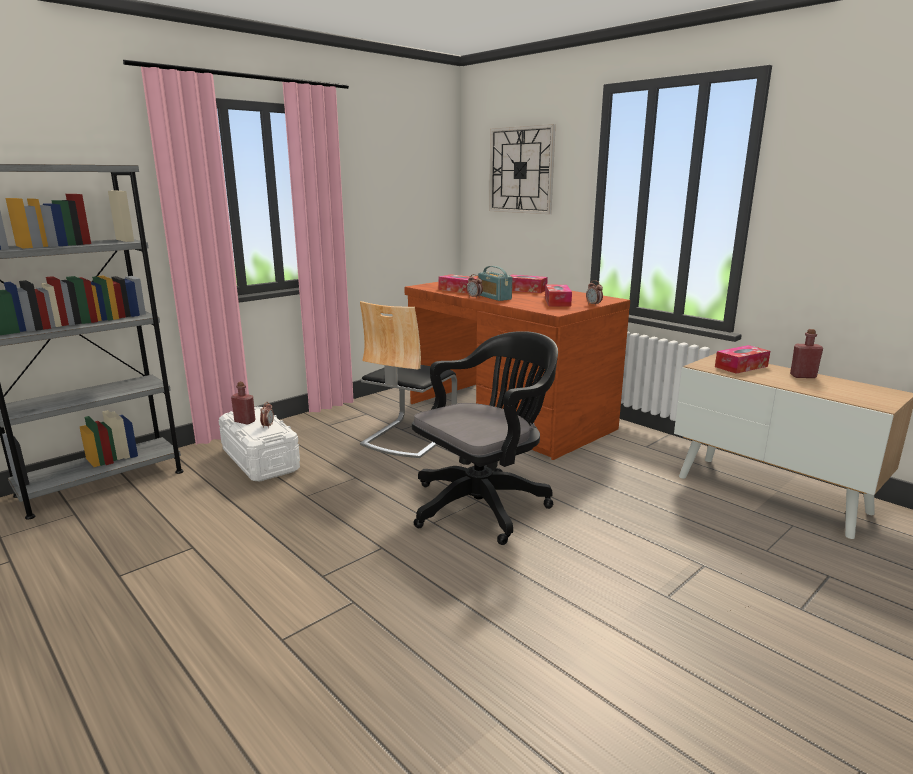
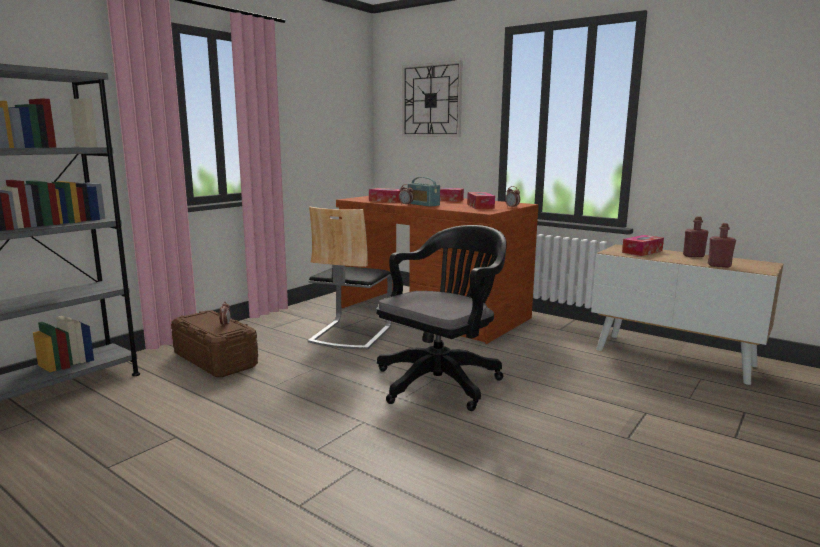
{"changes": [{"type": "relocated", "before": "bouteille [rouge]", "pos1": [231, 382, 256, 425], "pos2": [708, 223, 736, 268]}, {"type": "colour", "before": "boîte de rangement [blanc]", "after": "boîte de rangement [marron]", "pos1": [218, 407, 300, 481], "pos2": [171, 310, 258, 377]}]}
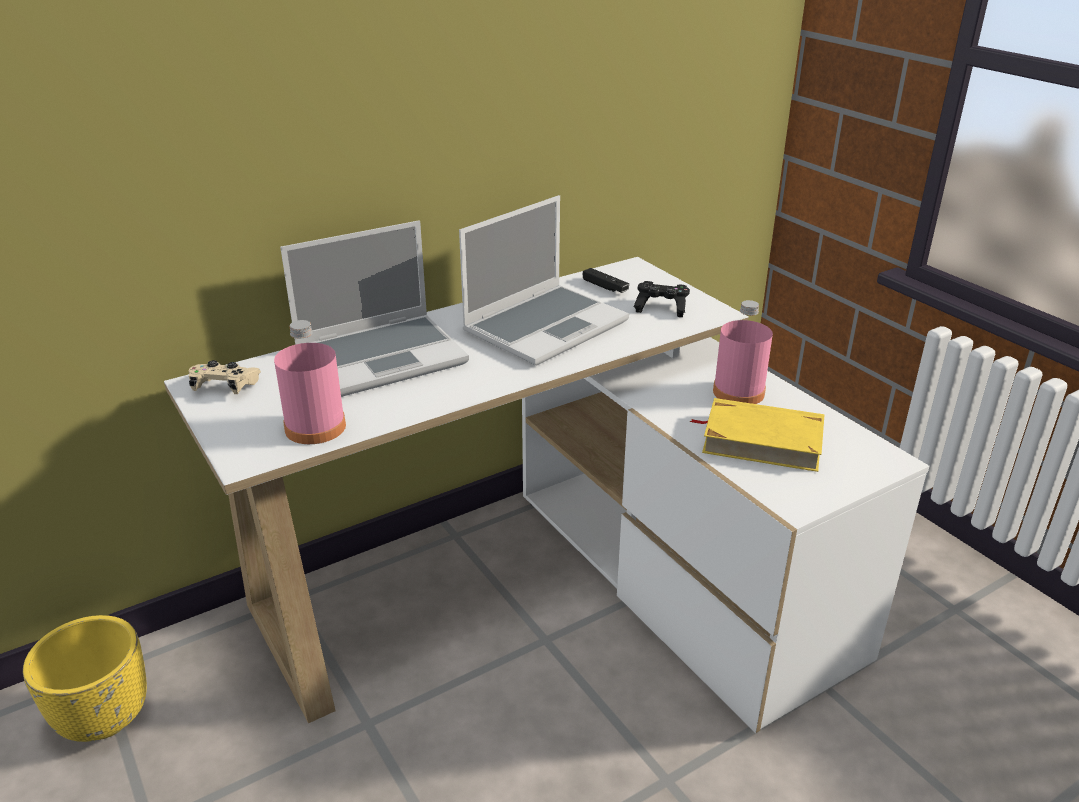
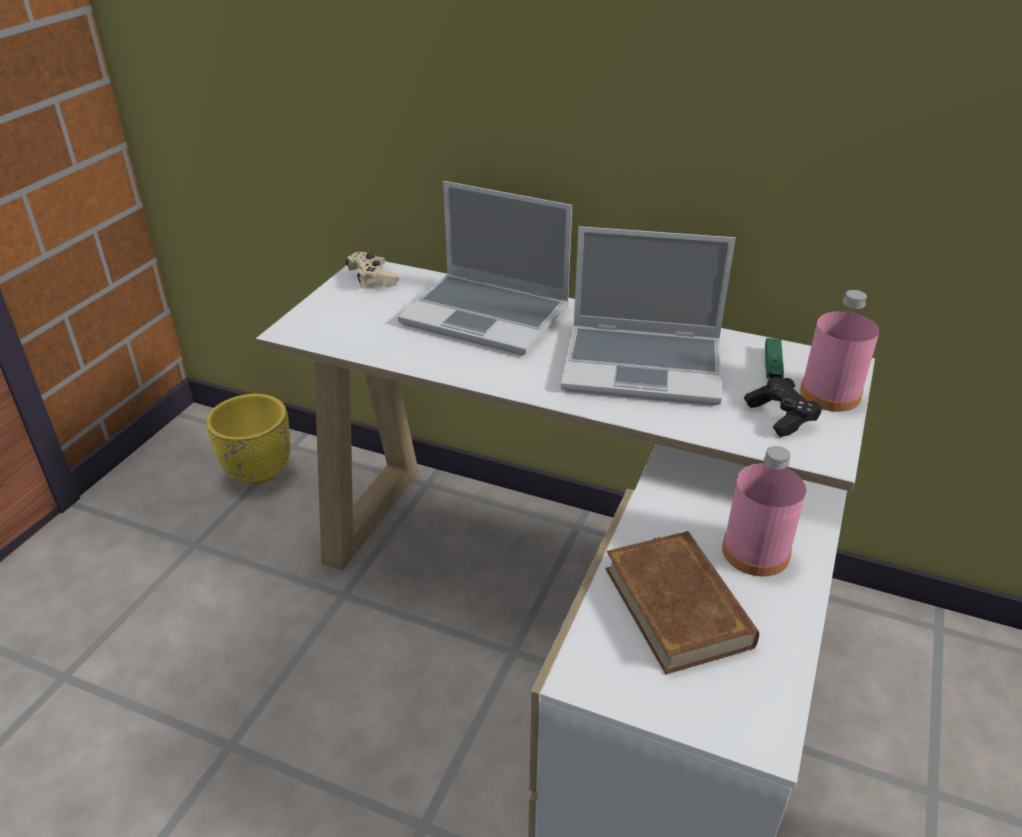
{"changes": [{"type": "relocated", "before": "bouteille [rose]", "pos1": [274, 320, 346, 444], "pos2": [800, 290, 879, 412]}, {"type": "colour", "before": "manette [noir]", "after": "manette [vert]", "pos1": [583, 268, 629, 293], "pos2": [765, 338, 784, 379]}, {"type": "colour", "before": "livre [jaune]", "after": "livre [marron]", "pos1": [690, 398, 824, 472], "pos2": [605, 531, 759, 674]}]}
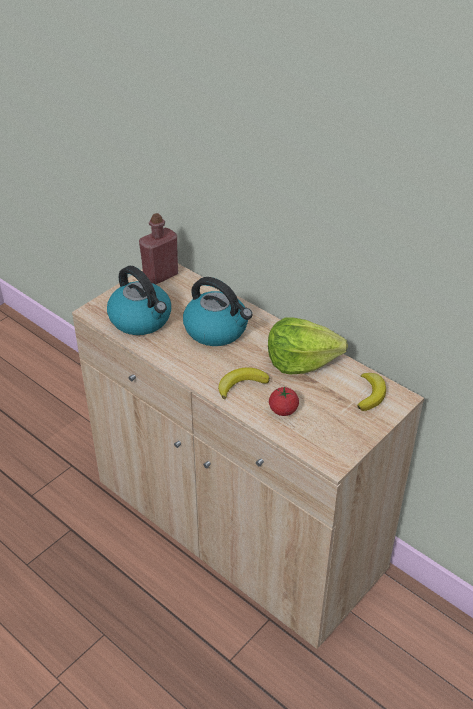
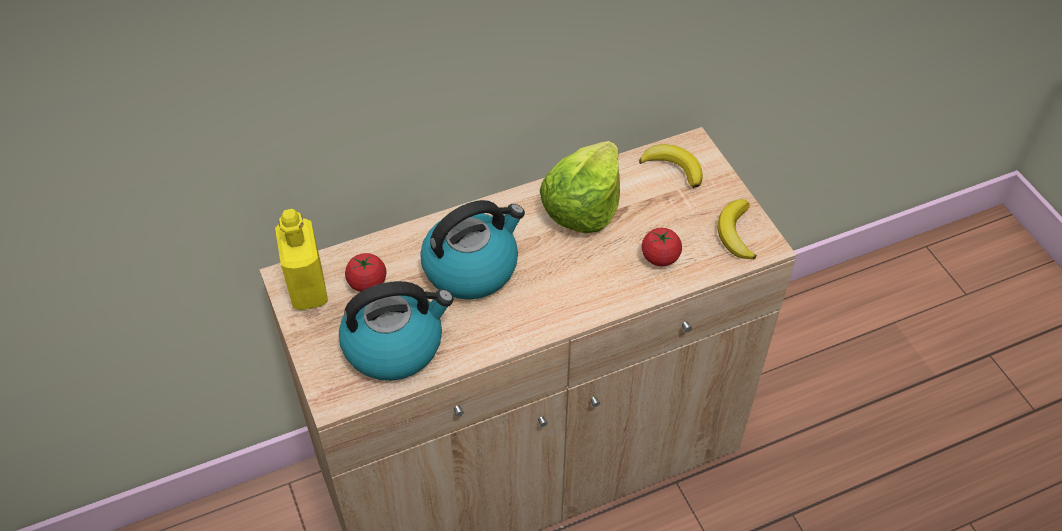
{"changes": [{"type": "appeared", "after": "tomate", "pos2": [345, 253, 387, 292]}, {"type": "relocated", "before": "banane", "pos1": [218, 367, 270, 399], "pos2": [718, 199, 757, 260]}, {"type": "colour", "before": "bouteille [rouge]", "after": "bouteille [jaune]", "pos1": [139, 213, 178, 285], "pos2": [275, 209, 328, 310]}]}
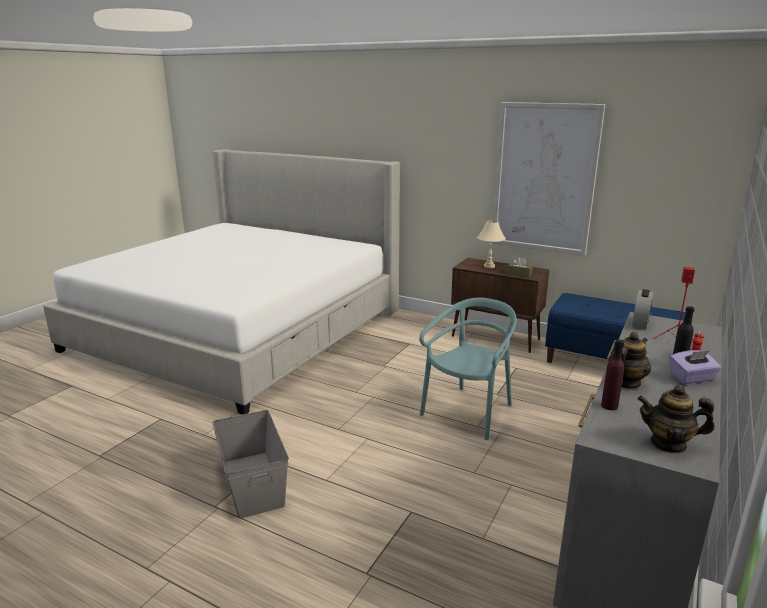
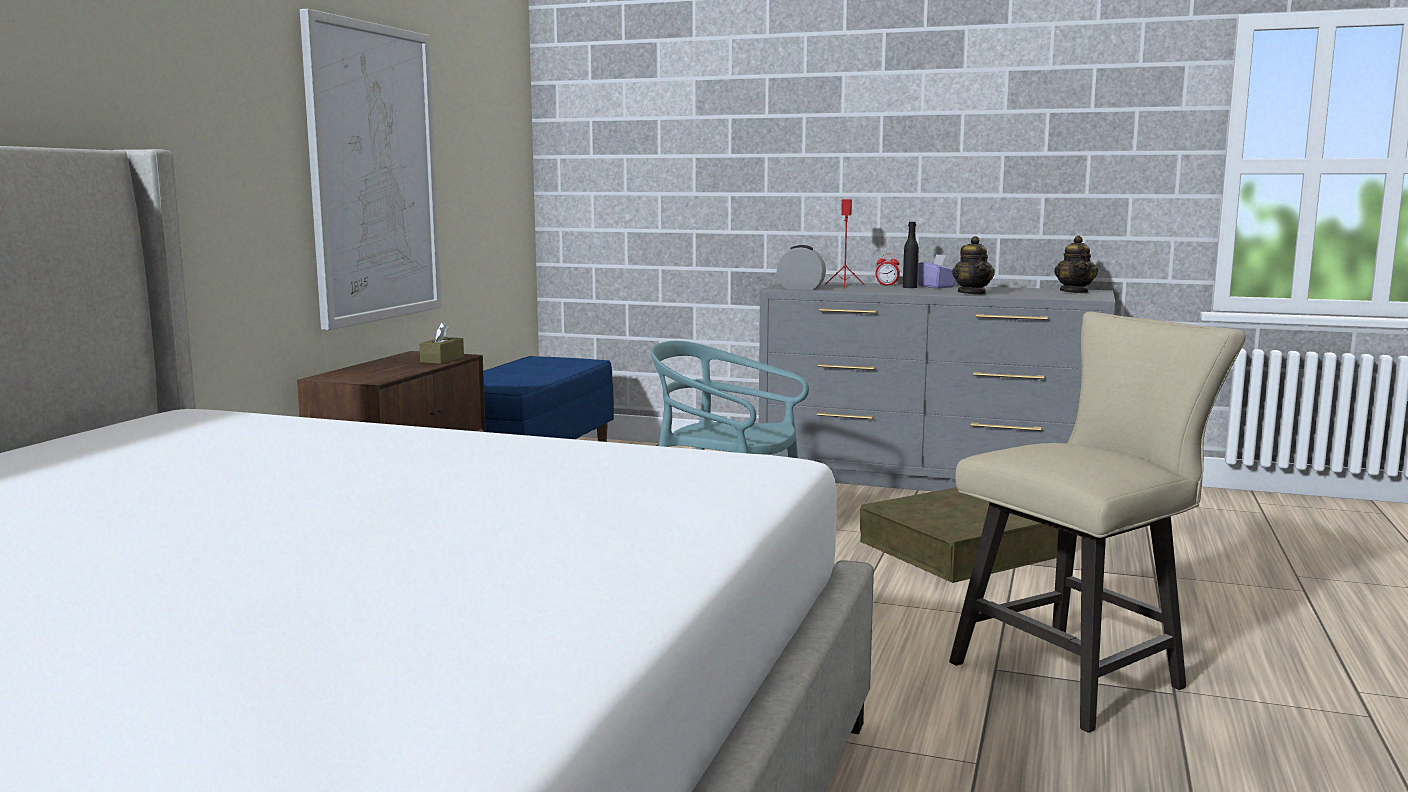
{"changes": [{"type": "missing", "before": "lampe de table [beige]", "pos1": [477, 220, 506, 268]}, {"type": "missing", "before": "bouteille [violet]", "pos1": [601, 339, 624, 410]}, {"type": "appeared", "after": "boîte de rangement [marron]", "pos2": [860, 487, 1058, 583]}, {"type": "exchanged", "before": "boîte de rangement [gris]", "after": "chaise [beige]", "pos1": [212, 410, 289, 519], "pos2": [949, 312, 1246, 733]}, {"type": "spun", "before": "théière", "pos1": [608, 332, 651, 388], "pos2": [952, 236, 995, 295], "turn": -135}]}
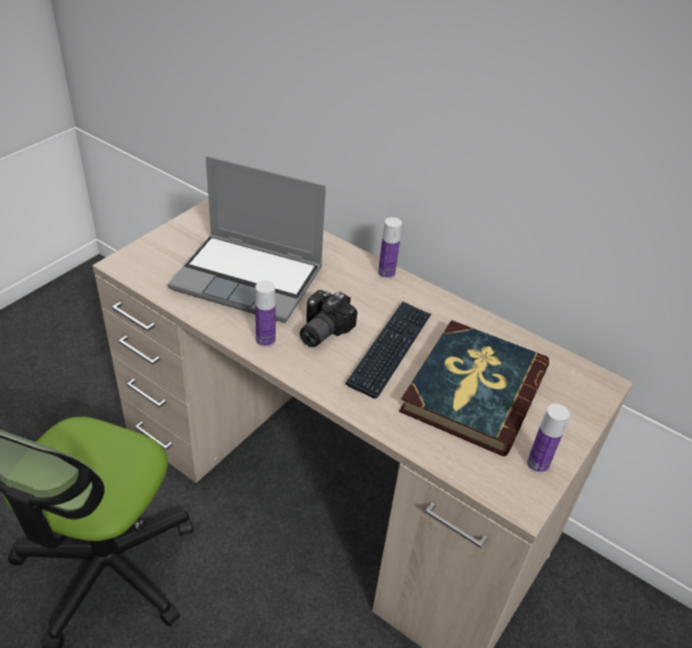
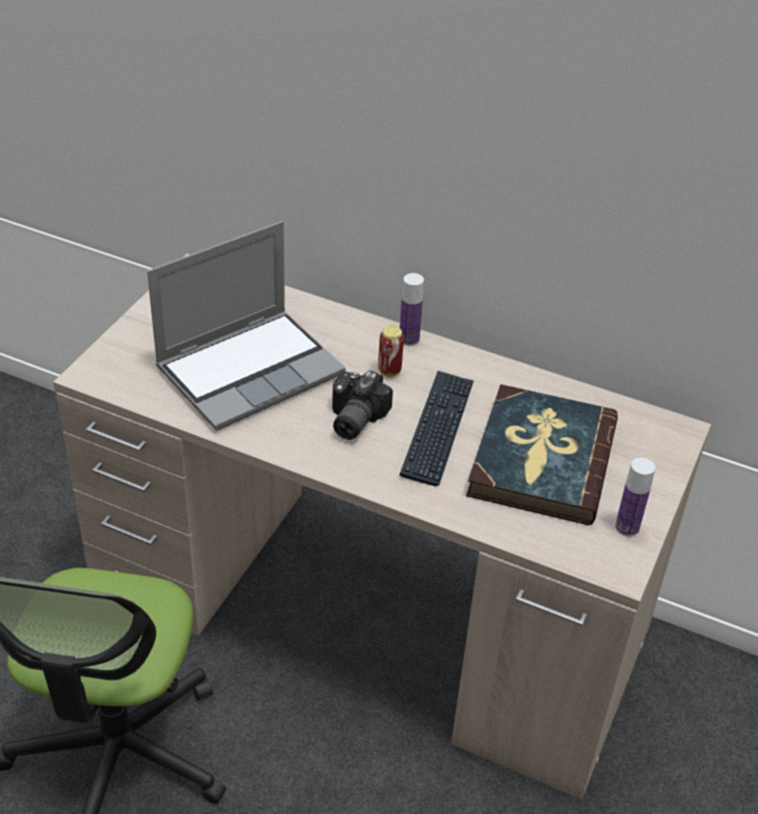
{"changes": [{"type": "missing", "before": "bouteille", "pos1": [255, 281, 276, 347]}, {"type": "appeared", "after": "boîte métallique", "pos2": [378, 325, 404, 377]}, {"type": "spun", "before": "ordinateur portable", "pos1": [168, 156, 326, 323], "pos2": [147, 221, 346, 431], "turn": -45}]}
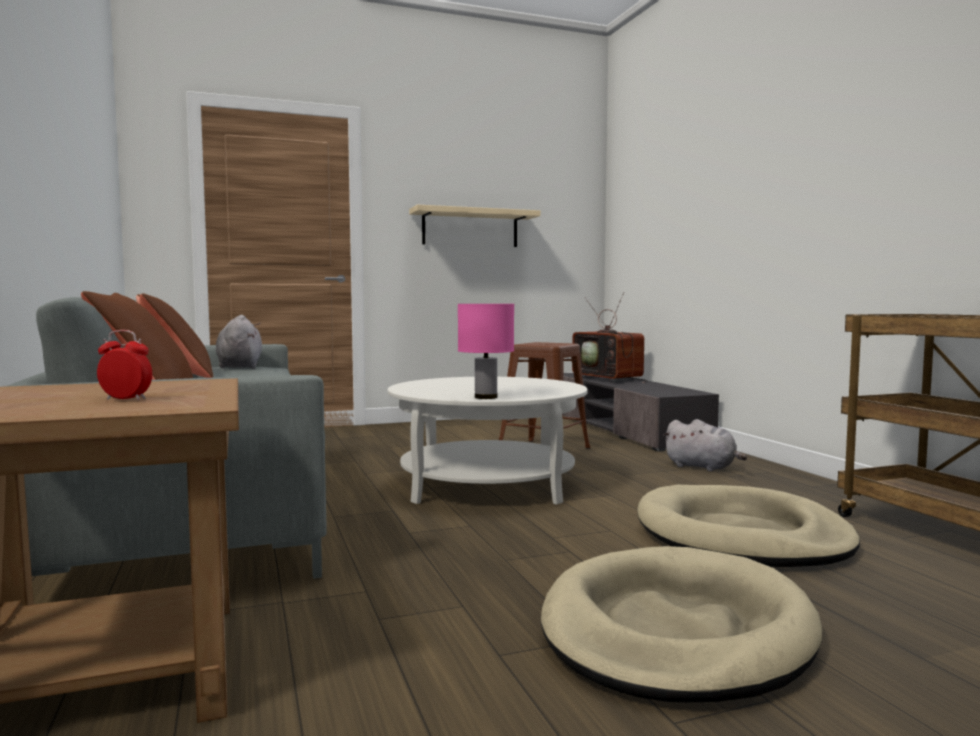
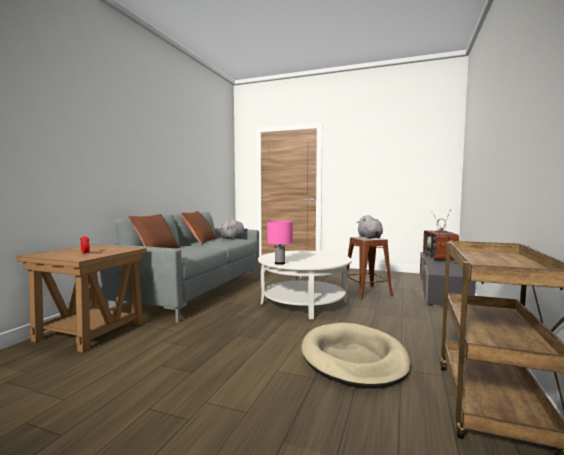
{"changes": [{"type": "missing", "before": "étagère [beige]", "pos1": [409, 205, 541, 247]}, {"type": "missing", "before": "panier pour chien [beige]", "pos1": [541, 546, 822, 702]}, {"type": "relocated", "before": "peluche [gris]", "pos1": [663, 419, 747, 472], "pos2": [357, 215, 383, 239]}]}
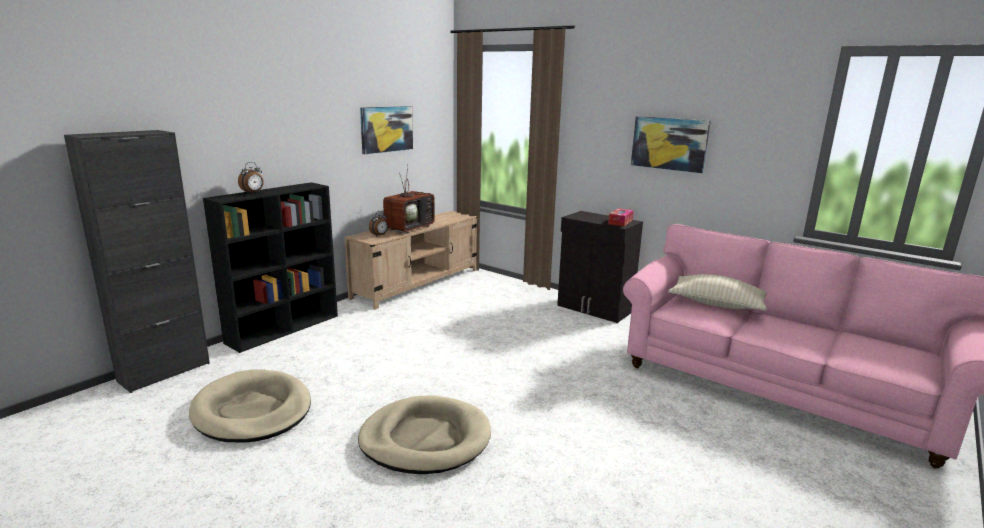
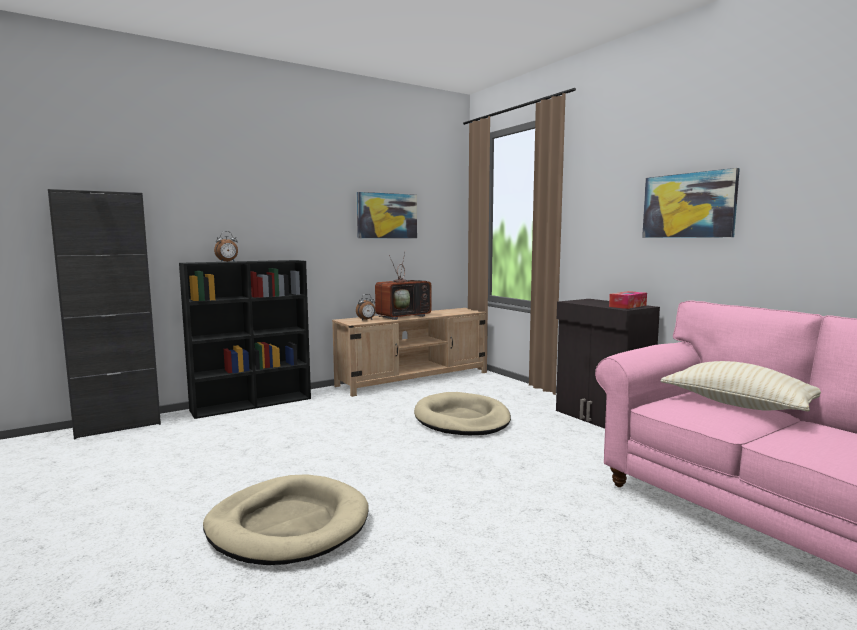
{"changes": [{"type": "relocated", "before": "panier pour chien [beige]", "pos1": [189, 370, 311, 443], "pos2": [414, 392, 511, 435]}]}
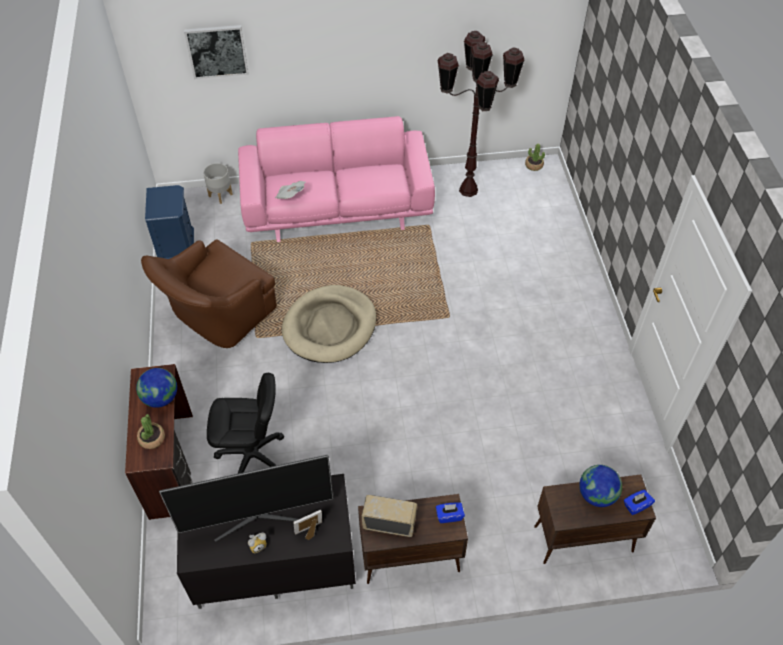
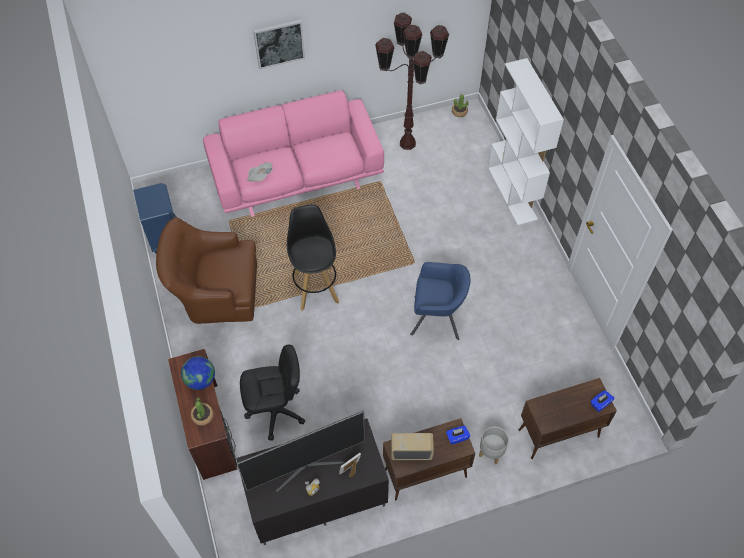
{"changes": [{"type": "missing", "before": "globe", "pos1": [579, 465, 622, 507]}, {"type": "appeared", "after": "fauteuil [bleu]", "pos2": [410, 262, 470, 340]}, {"type": "appeared", "after": "bibliothèque [blanc]", "pos2": [488, 58, 564, 226]}, {"type": "relocated", "before": "tableau", "pos1": [184, 25, 249, 79], "pos2": [253, 20, 305, 69]}, {"type": "relocated", "before": "cache-pot [gris]", "pos1": [203, 163, 233, 204], "pos2": [479, 427, 509, 465]}, {"type": "exchanged", "before": "panier pour chien [beige]", "after": "tabouret [noir]", "pos1": [282, 285, 377, 363], "pos2": [287, 204, 339, 311]}, {"type": "spun", "before": "fauteuil [marron]", "pos1": [141, 239, 277, 348], "pos2": [156, 217, 257, 324], "turn": 60}]}
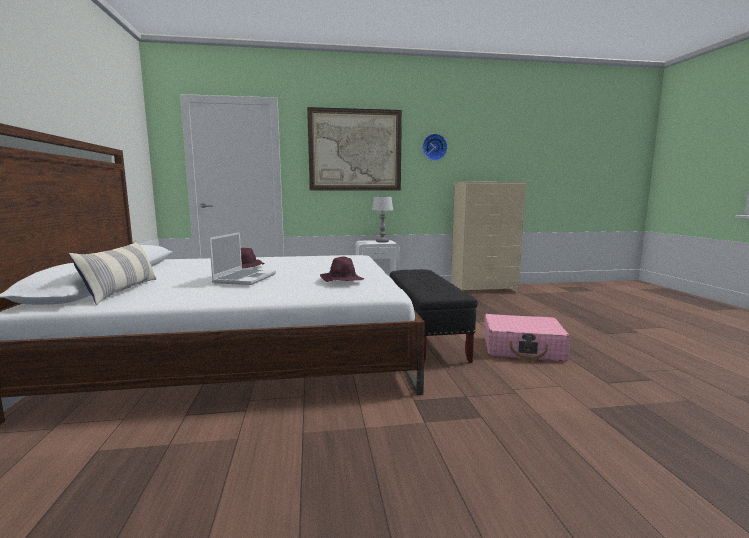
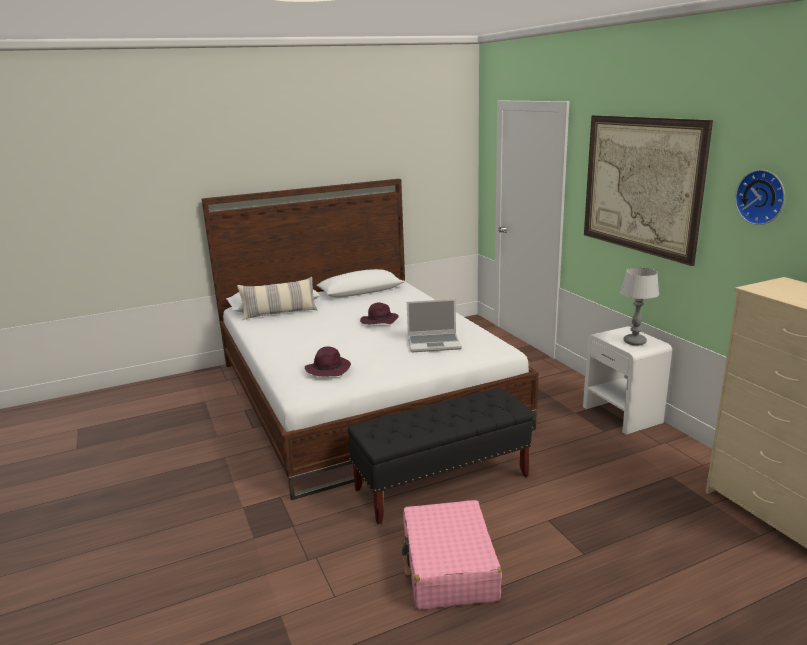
{"changes": [{"type": "relocated", "before": "ordinateur portable", "pos1": [209, 232, 276, 285], "pos2": [407, 299, 462, 352]}]}
